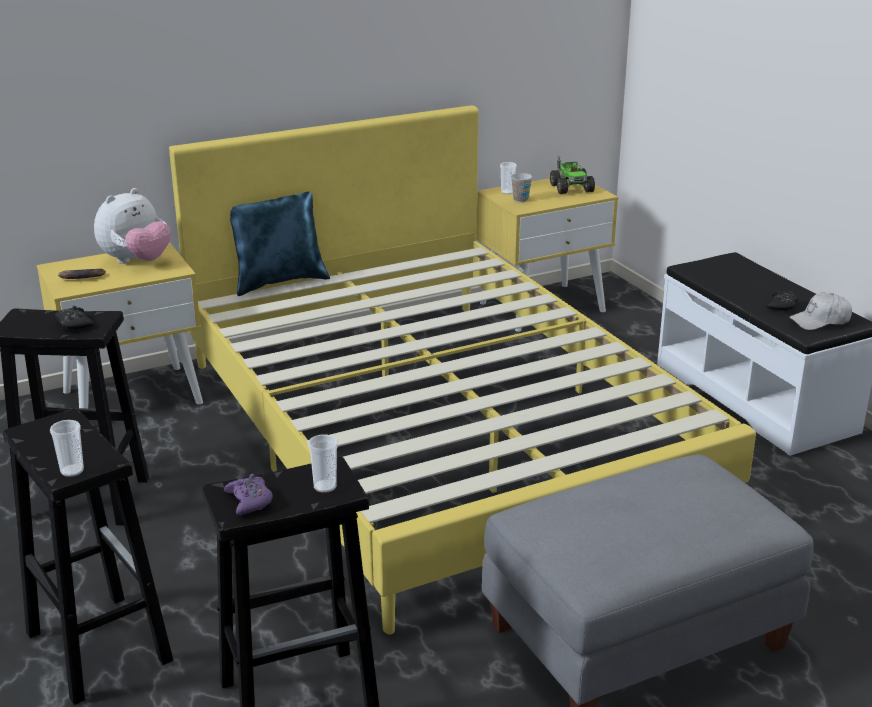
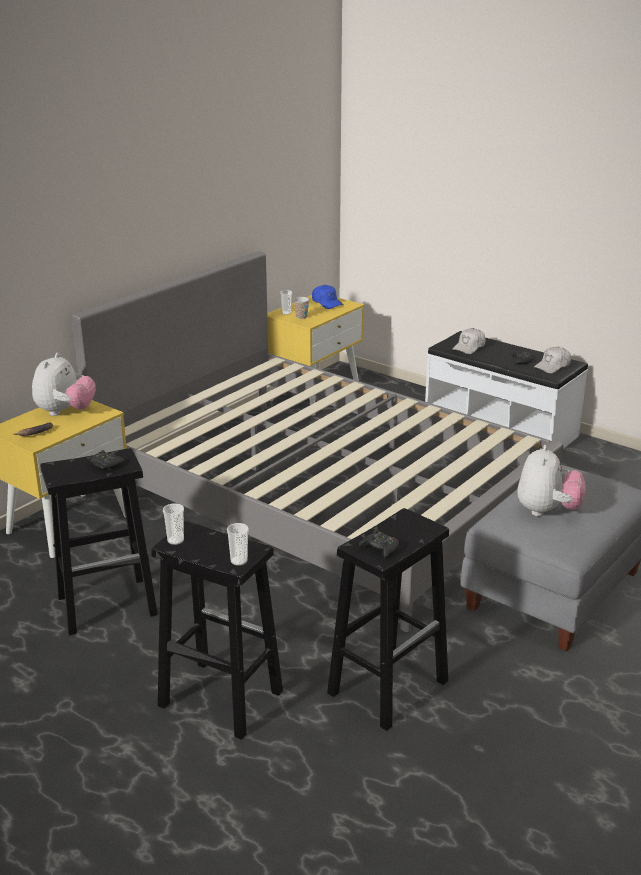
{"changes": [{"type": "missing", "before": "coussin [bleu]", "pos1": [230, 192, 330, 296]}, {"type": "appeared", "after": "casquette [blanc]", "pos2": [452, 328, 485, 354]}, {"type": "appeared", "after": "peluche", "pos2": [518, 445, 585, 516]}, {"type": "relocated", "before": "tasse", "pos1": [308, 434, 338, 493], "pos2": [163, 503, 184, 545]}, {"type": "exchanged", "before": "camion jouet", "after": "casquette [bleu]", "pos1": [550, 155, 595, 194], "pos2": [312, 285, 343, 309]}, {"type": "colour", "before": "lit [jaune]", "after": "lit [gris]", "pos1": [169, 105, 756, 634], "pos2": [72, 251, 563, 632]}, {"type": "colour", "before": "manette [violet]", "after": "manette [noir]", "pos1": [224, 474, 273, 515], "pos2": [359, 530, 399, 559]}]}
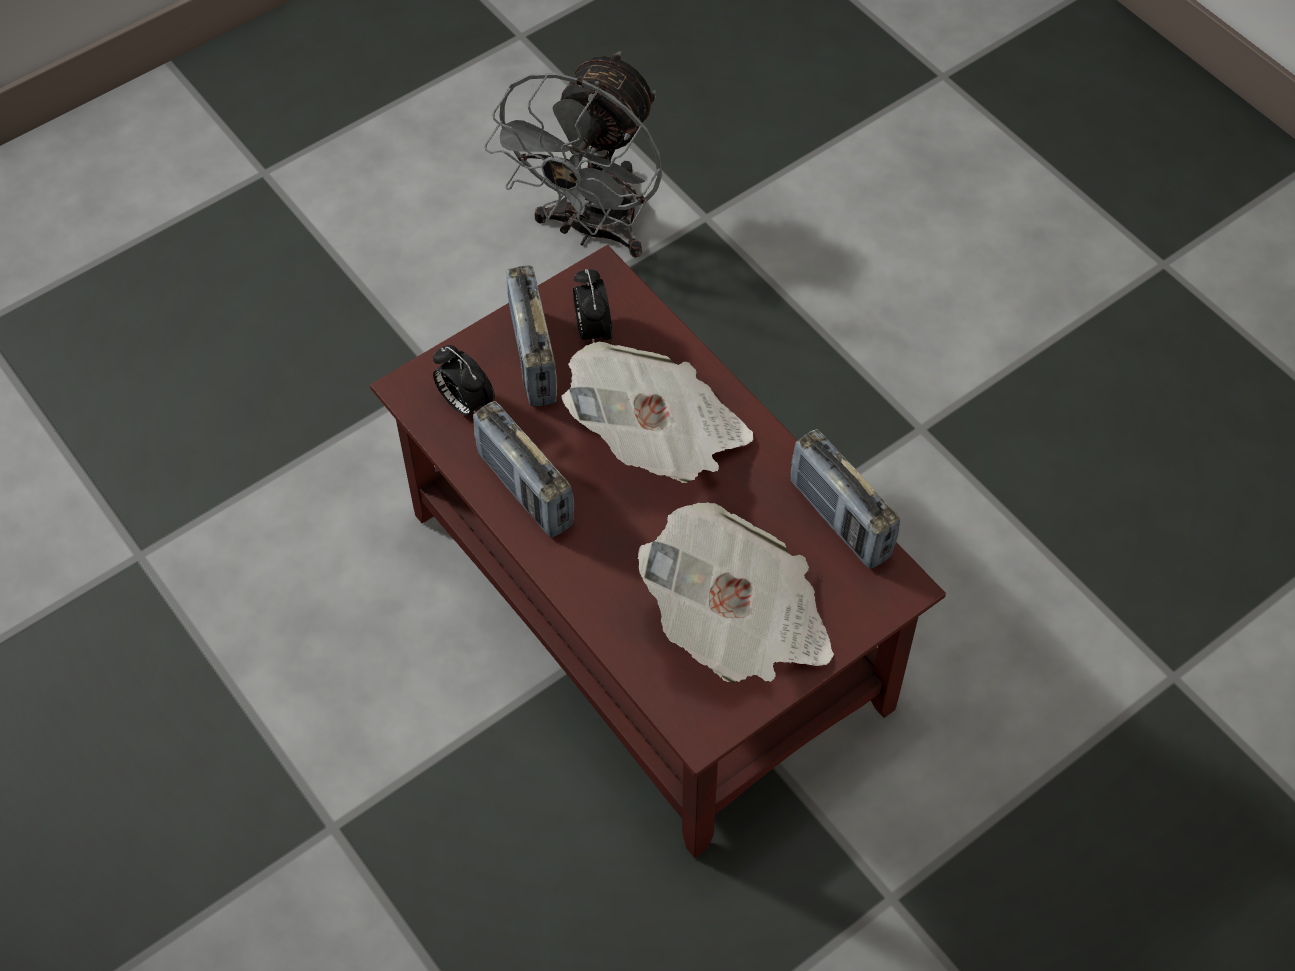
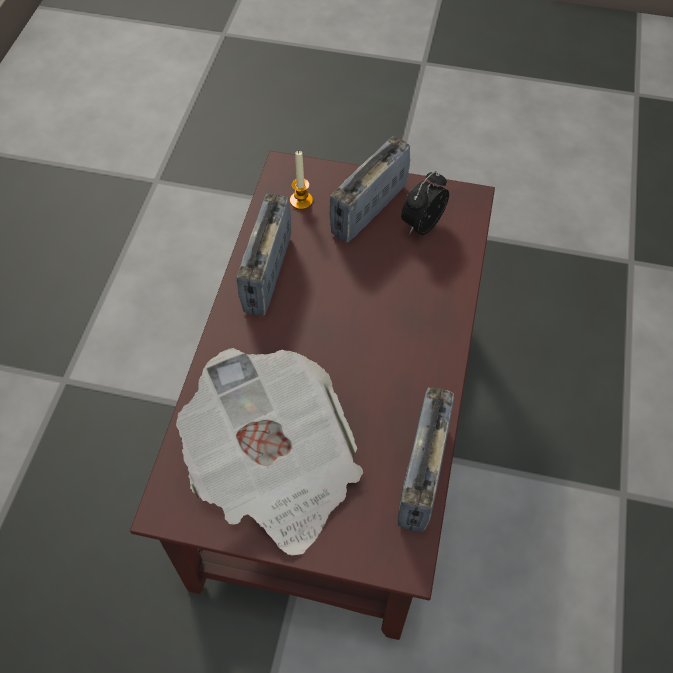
{"changes": [{"type": "missing", "before": "ventilateur [gris]", "pos1": [484, 51, 662, 258]}, {"type": "missing", "before": "journal", "pos1": [561, 342, 753, 483]}, {"type": "exchanged", "before": "réveil", "after": "bougie", "pos1": [433, 345, 495, 415], "pos2": [290, 151, 313, 210]}]}
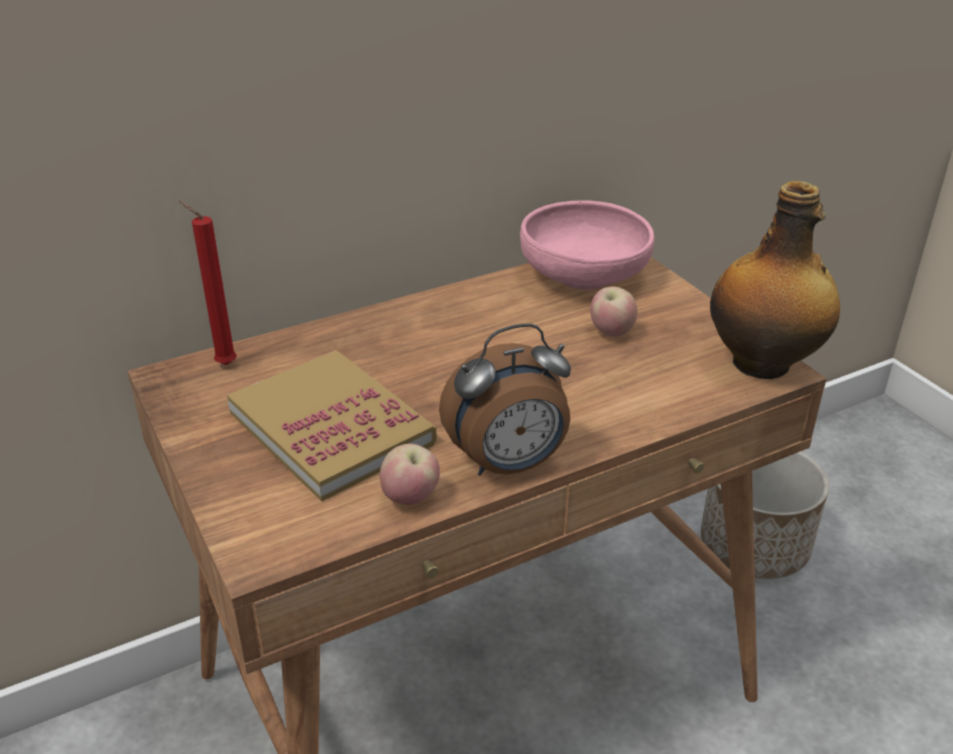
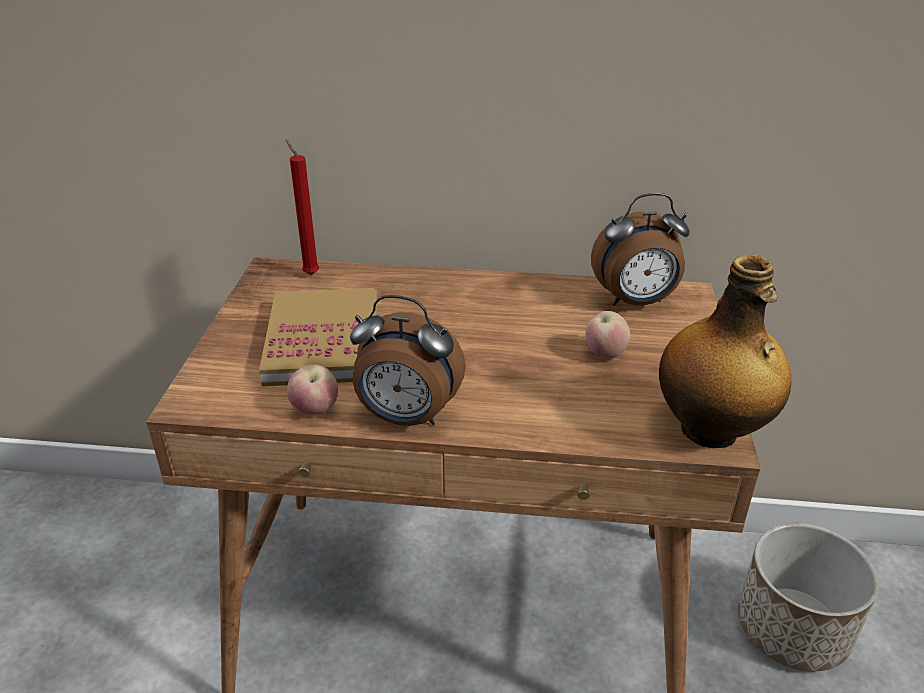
{"changes": [{"type": "exchanged", "before": "bol [rose]", "after": "réveil", "pos1": [520, 200, 655, 290], "pos2": [591, 193, 690, 306]}]}
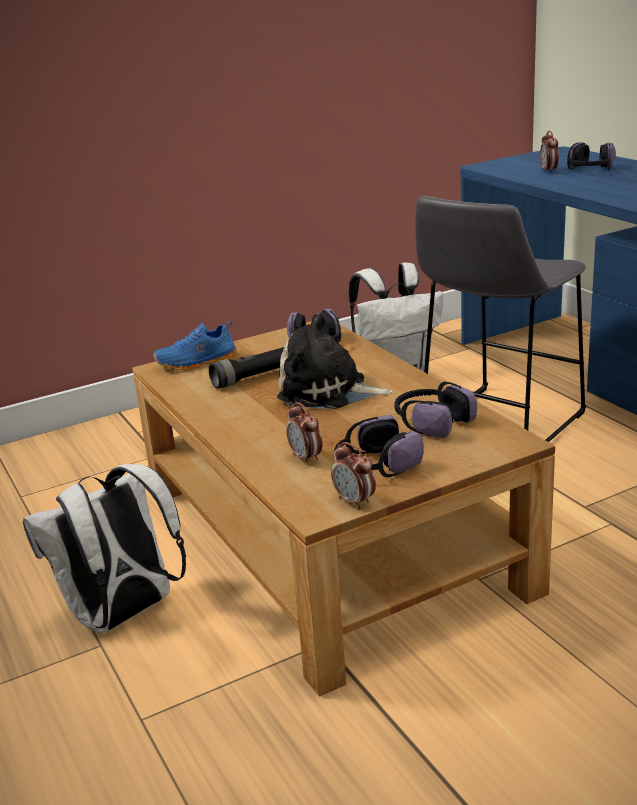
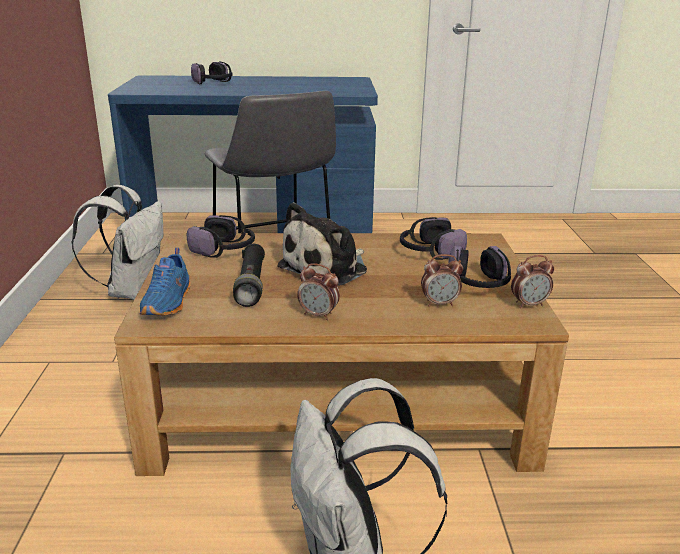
{"changes": [{"type": "relocated", "before": "réveil", "pos1": [540, 131, 559, 173], "pos2": [297, 263, 340, 320]}]}
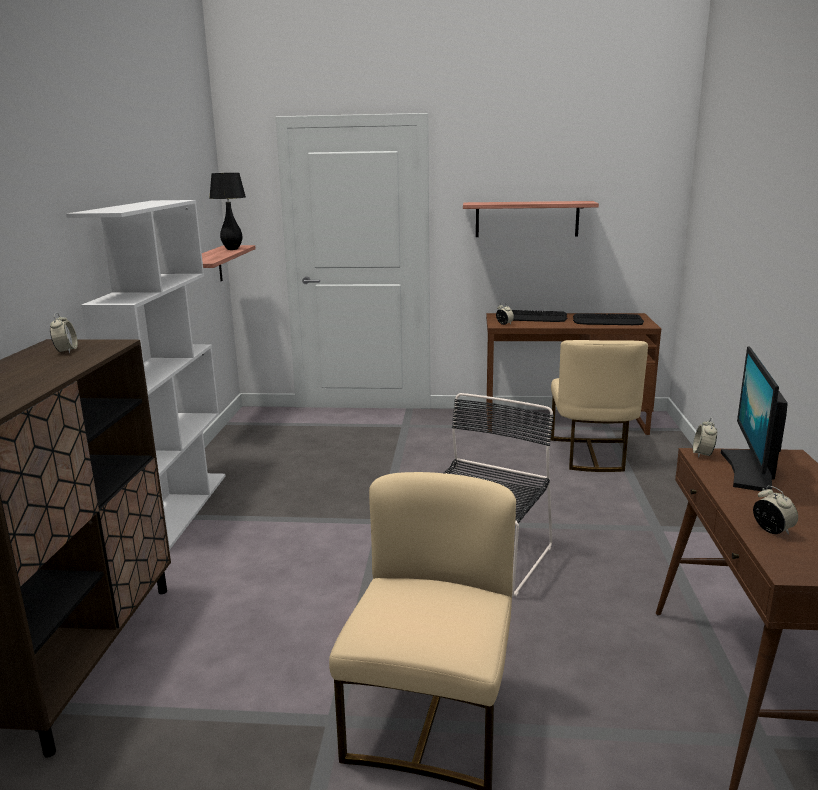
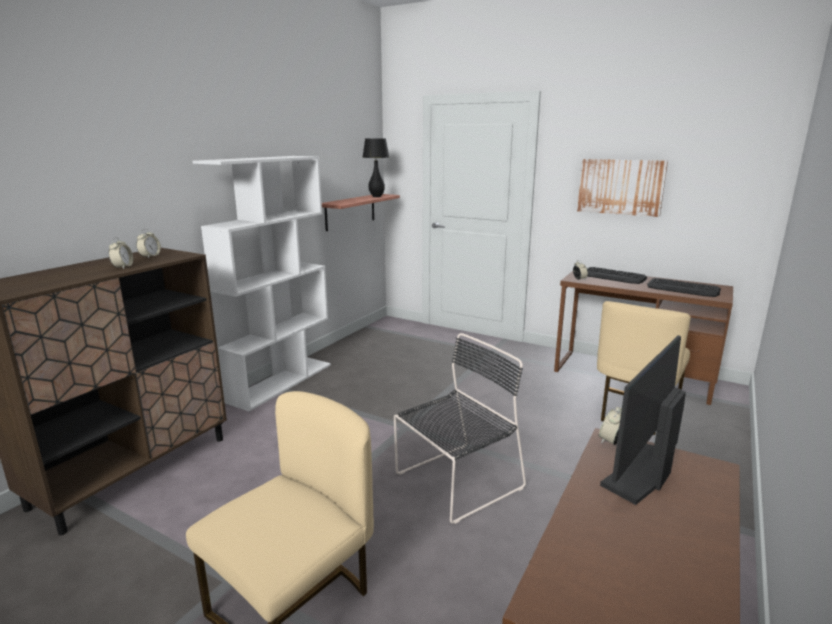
{"changes": [{"type": "relocated", "before": "réveil", "pos1": [753, 486, 798, 535], "pos2": [108, 237, 133, 269]}, {"type": "exchanged", "before": "étagère", "after": "tableau", "pos1": [463, 201, 599, 237], "pos2": [577, 159, 668, 217]}]}
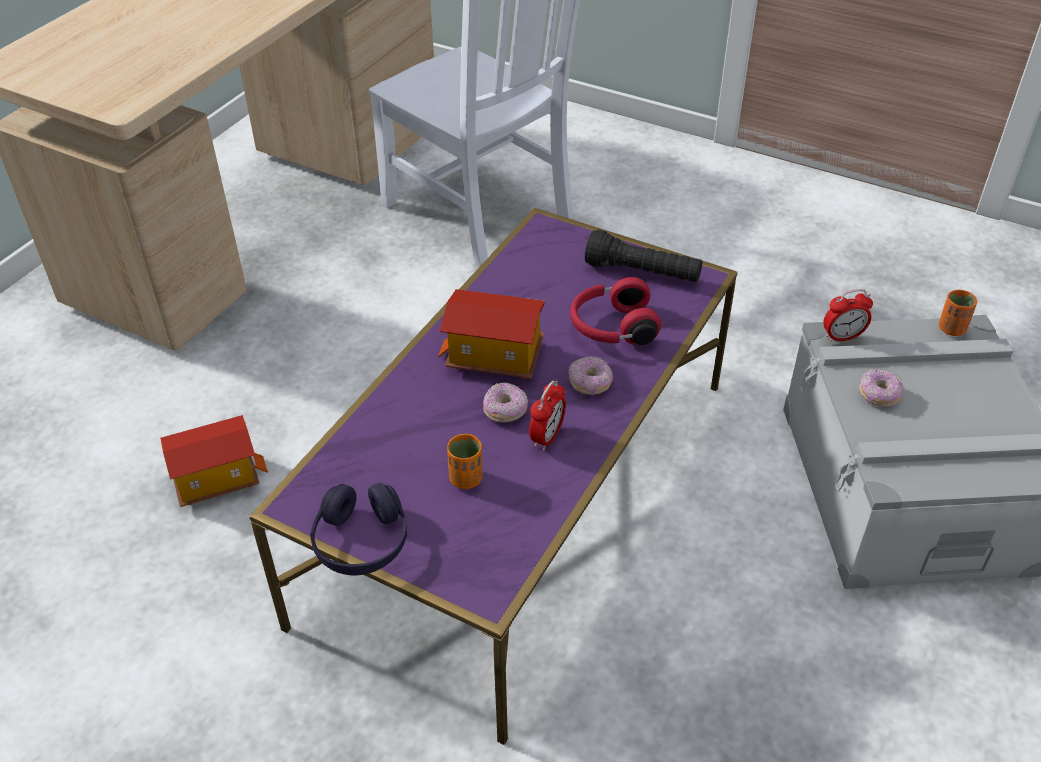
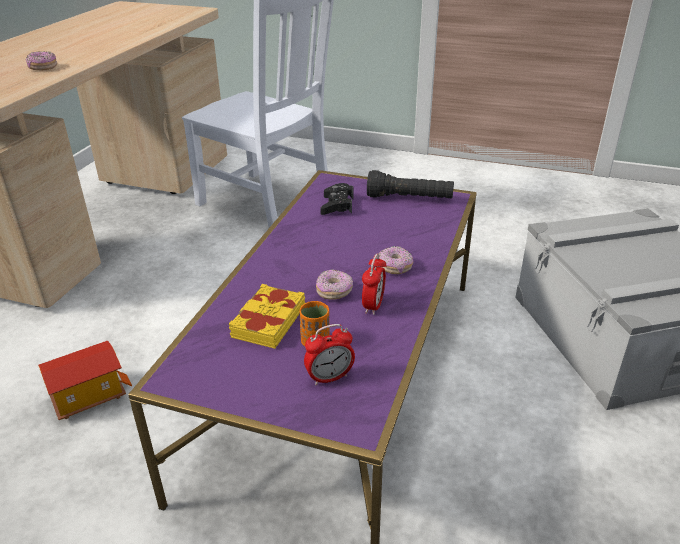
{"changes": [{"type": "missing", "before": "casque audio [violet]", "pos1": [310, 483, 407, 575]}, {"type": "missing", "before": "maison miniature", "pos1": [438, 289, 545, 379]}, {"type": "missing", "before": "casque audio [rouge]", "pos1": [570, 277, 661, 345]}, {"type": "missing", "before": "tasse [orange]", "pos1": [939, 290, 978, 336]}, {"type": "appeared", "after": "livre [jaune]", "pos2": [229, 284, 305, 349]}, {"type": "appeared", "after": "manette [noir]", "pos2": [320, 183, 353, 215]}, {"type": "relocated", "before": "réveil", "pos1": [823, 289, 873, 343], "pos2": [304, 324, 355, 385]}, {"type": "relocated", "before": "beignet", "pos1": [859, 369, 903, 407], "pos2": [26, 51, 57, 70]}]}
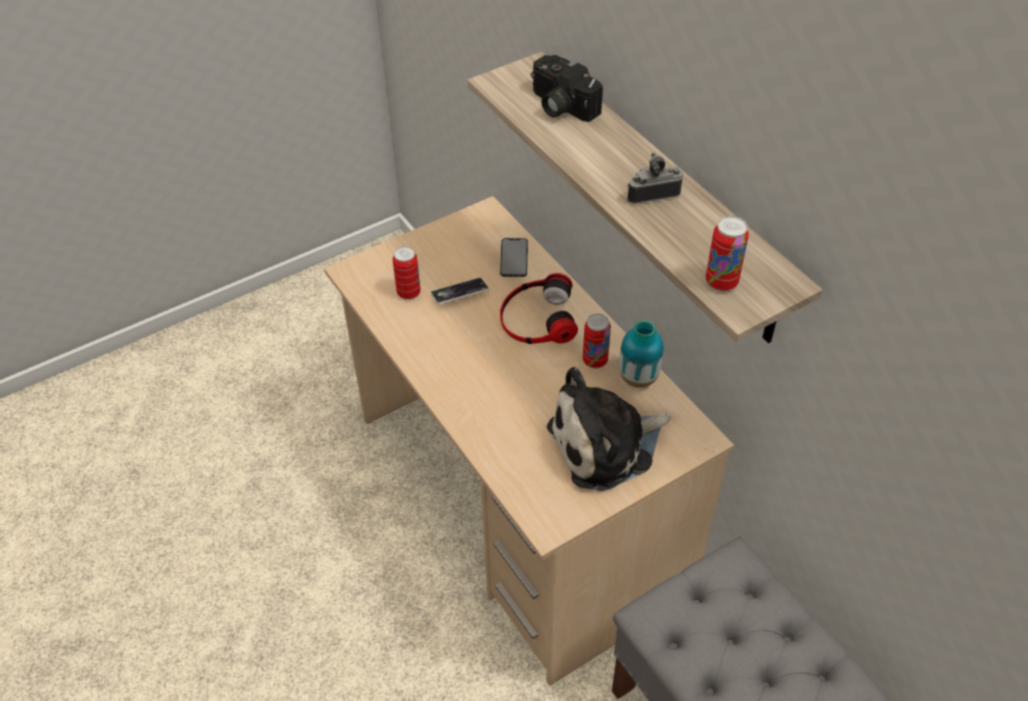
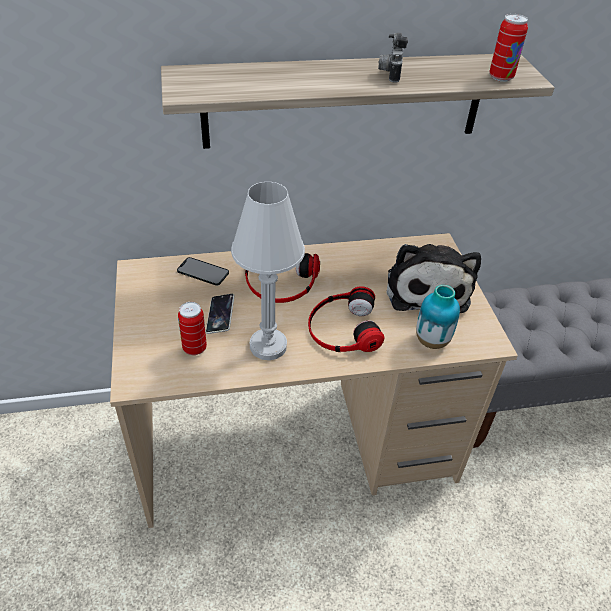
{"changes": [{"type": "missing", "before": "appareil photo", "pos1": [531, 55, 603, 122]}, {"type": "missing", "before": "boîte métallique", "pos1": [583, 314, 611, 368]}, {"type": "appeared", "after": "lampe de table [blanc]", "pos2": [231, 182, 305, 360]}, {"type": "appeared", "after": "casque audio", "pos2": [308, 286, 384, 352]}, {"type": "relocated", "before": "vase", "pos1": [619, 320, 664, 388], "pos2": [416, 285, 460, 349]}]}
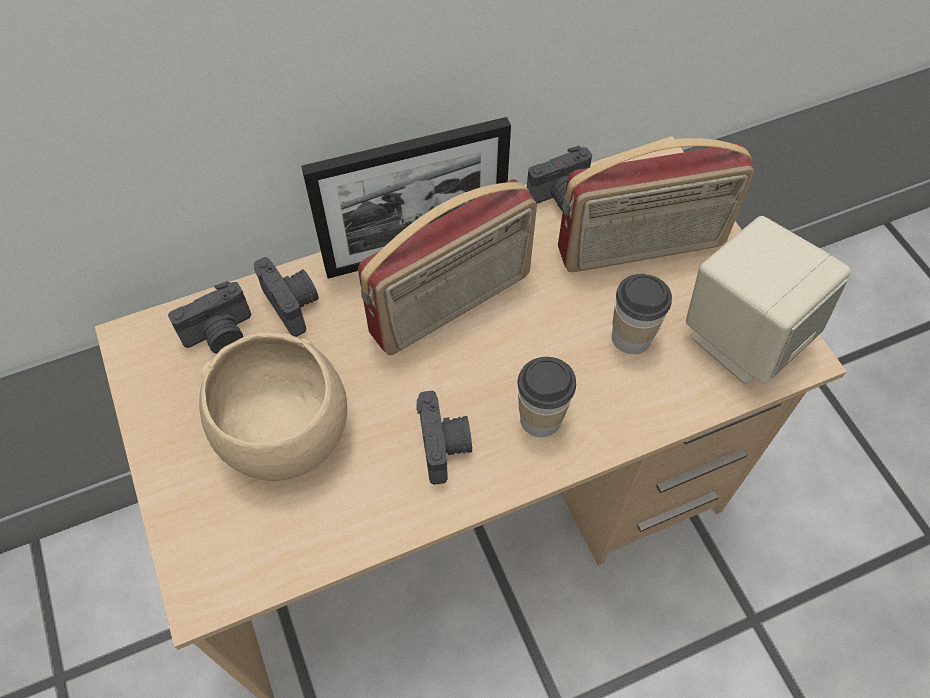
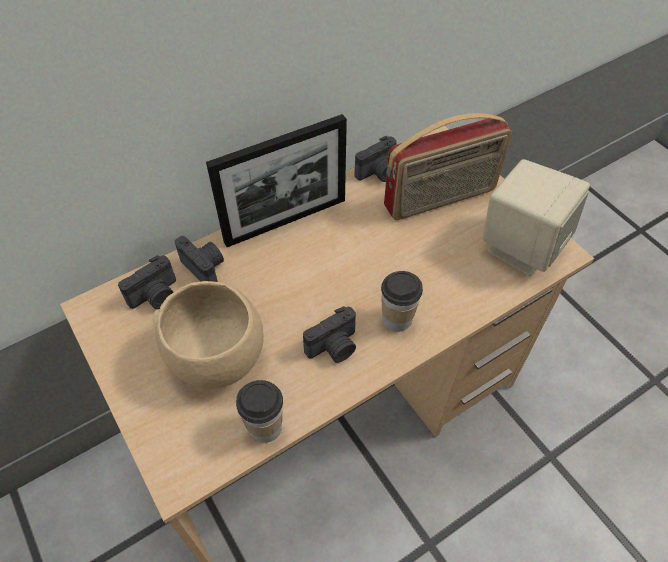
{"changes": [{"type": "missing", "before": "radio", "pos1": [358, 179, 537, 355]}, {"type": "relocated", "before": "tasse", "pos1": [612, 274, 672, 354], "pos2": [236, 380, 283, 443]}, {"type": "spun", "before": "appareil photo", "pos1": [417, 391, 472, 485], "pos2": [303, 306, 356, 363], "turn": 75}]}
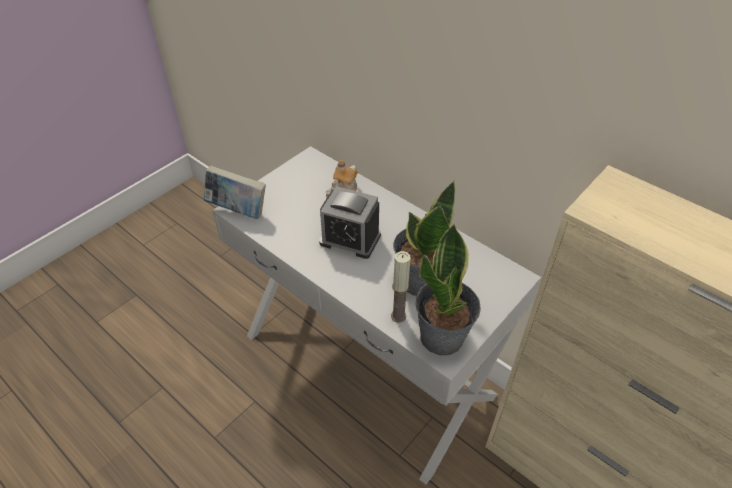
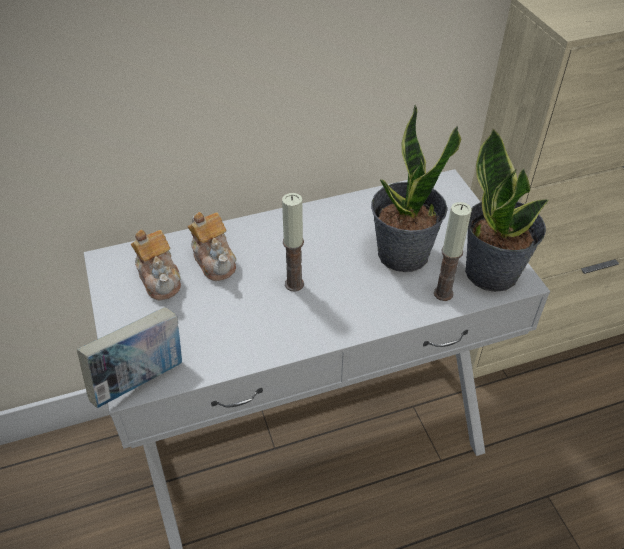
{"changes": [{"type": "appeared", "after": "théière", "pos2": [131, 230, 181, 300]}, {"type": "exchanged", "before": "réveil", "after": "bougie", "pos1": [319, 186, 381, 259], "pos2": [282, 193, 304, 292]}]}
